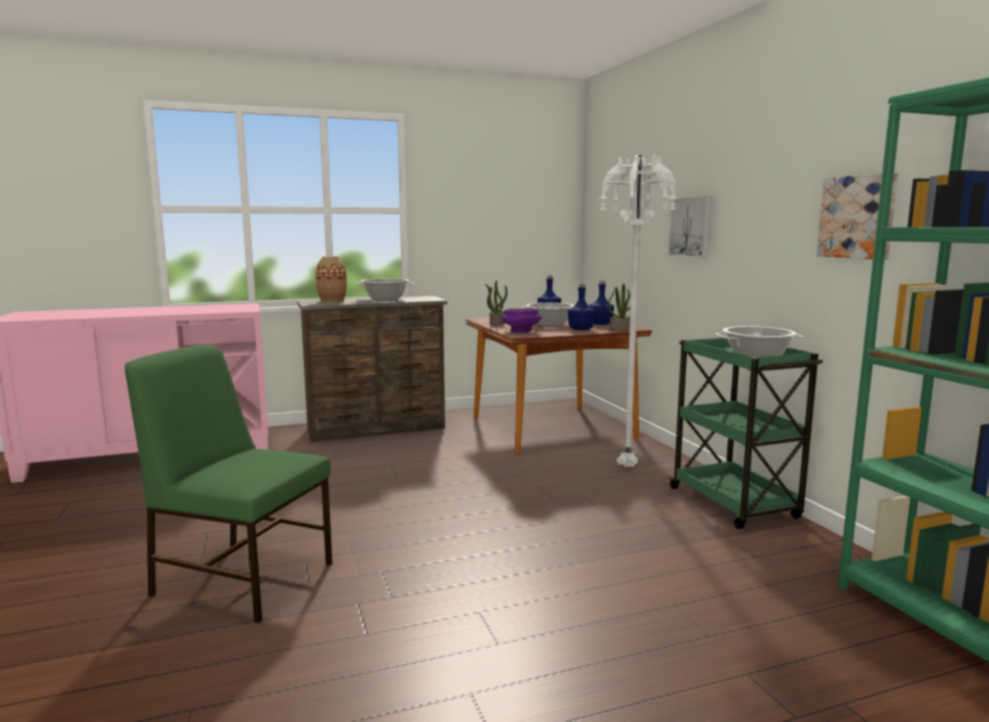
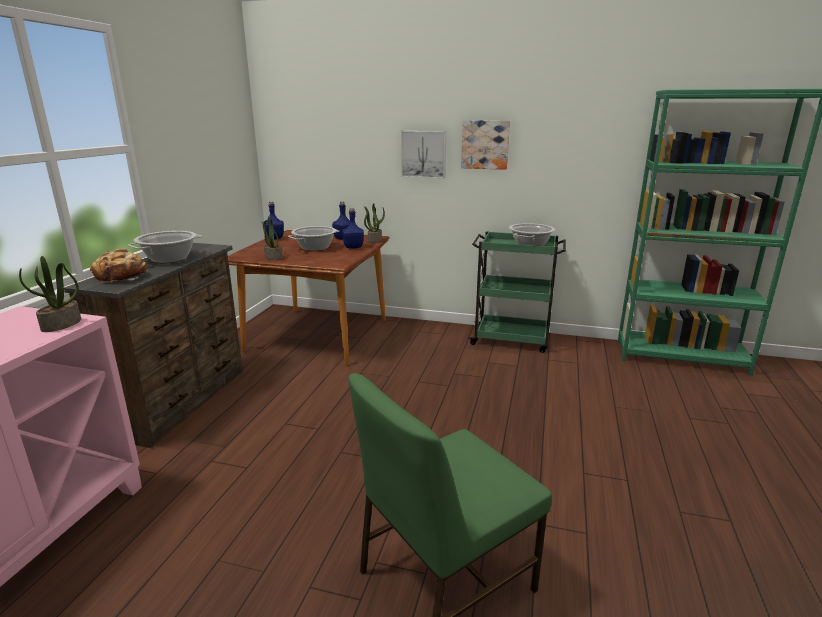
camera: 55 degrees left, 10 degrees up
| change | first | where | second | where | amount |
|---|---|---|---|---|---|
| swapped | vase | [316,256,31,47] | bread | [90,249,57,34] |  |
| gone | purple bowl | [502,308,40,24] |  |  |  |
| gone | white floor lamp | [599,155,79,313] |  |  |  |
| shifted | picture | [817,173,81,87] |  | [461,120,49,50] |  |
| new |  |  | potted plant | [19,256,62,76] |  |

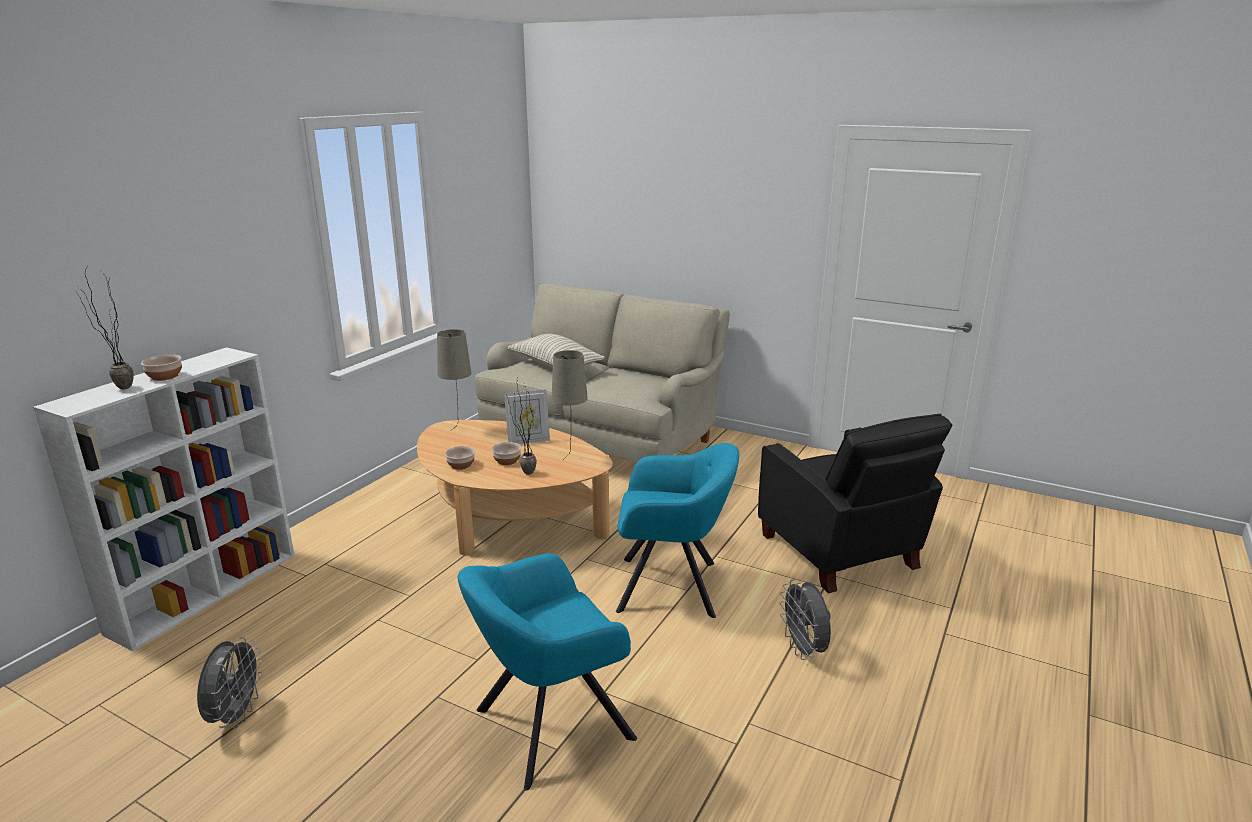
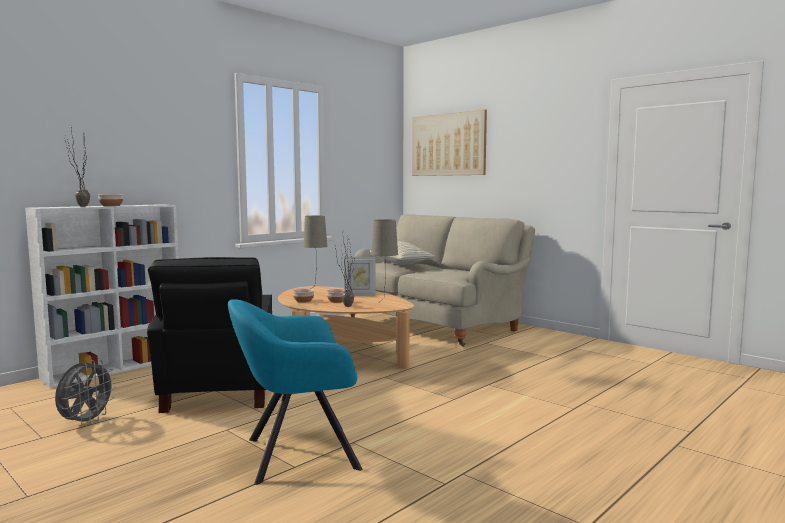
camera: 15 degrees right, 15 degrees down
| change | first | where | second | where | amount |
|---|---|---|---|---|---|
| gone | turquoise armchair | [616,443,123,175] |  |  |  |
| shifted | black armchair | [758,414,194,180] |  | [147,257,125,156] |  |
| gone | grey fan | [780,579,51,81] |  |  |  |
| new |  |  | picture | [412,110,75,66] |  |

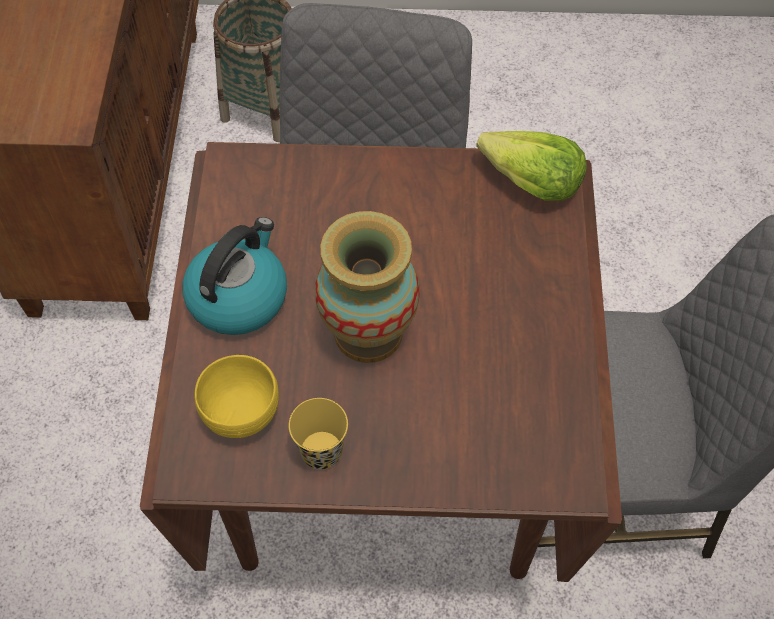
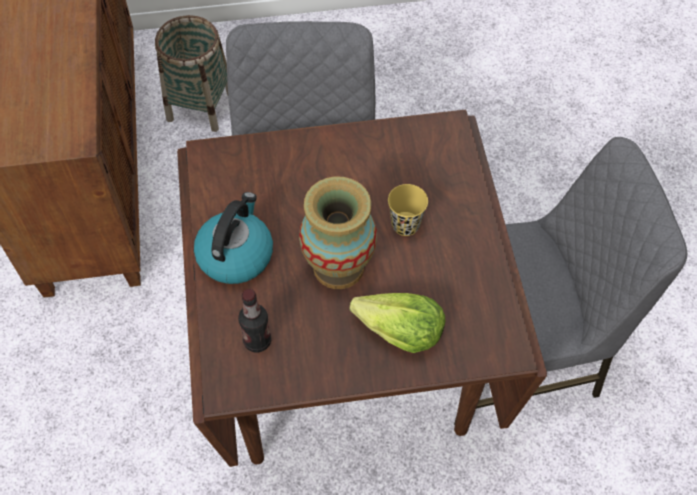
camera: 10 degrees left, 0 degrees up
| change | first | where | second | where | amount |
|---|---|---|---|---|---|
| swapped | yellow bowl | [194,355,85,83] | bottle | [238,289,33,64] |  |
| shifted | yellow cup | [289,398,59,72] |  | [388,184,40,52] |  |
| shifted | lettuce | [476,131,111,70] |  | [349,293,96,60] |  |

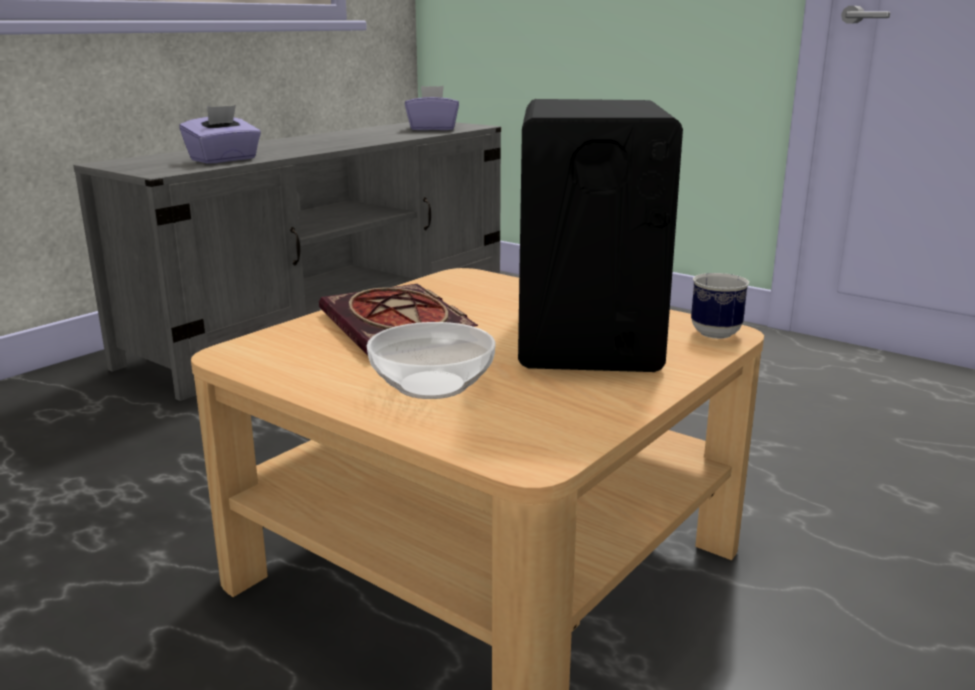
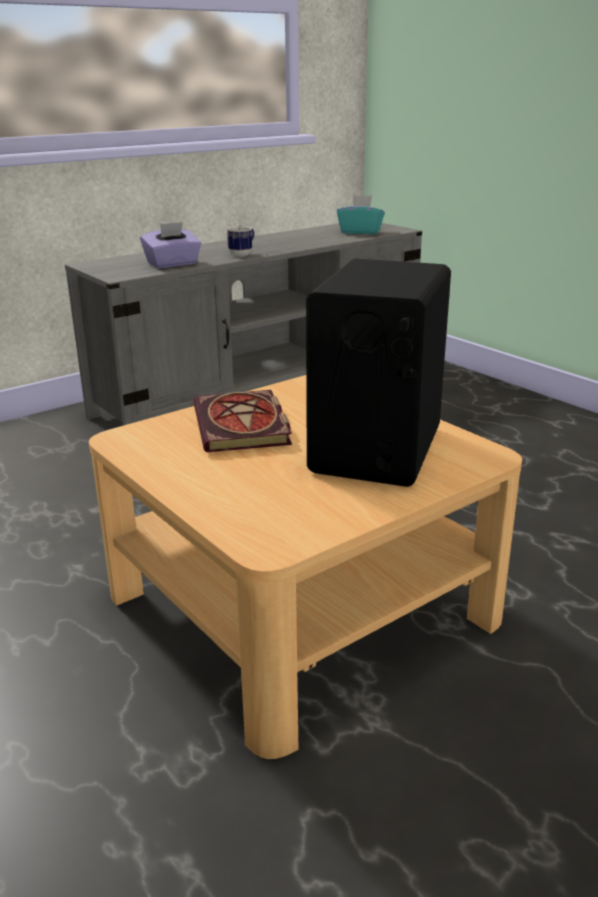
camera: 15 degrees right, 5 degrees up
| change | first | where | second | where | amount |
|---|---|---|---|---|---|
| gone | bowl | [367,322,128,77] |  |  |  |
| repainted | purple tissue box | [405,86,54,44] | turquoise tissue box | [337,195,48,39] |  |
| shifted | mug | [691,273,58,66] |  | [226,226,28,31] |  |

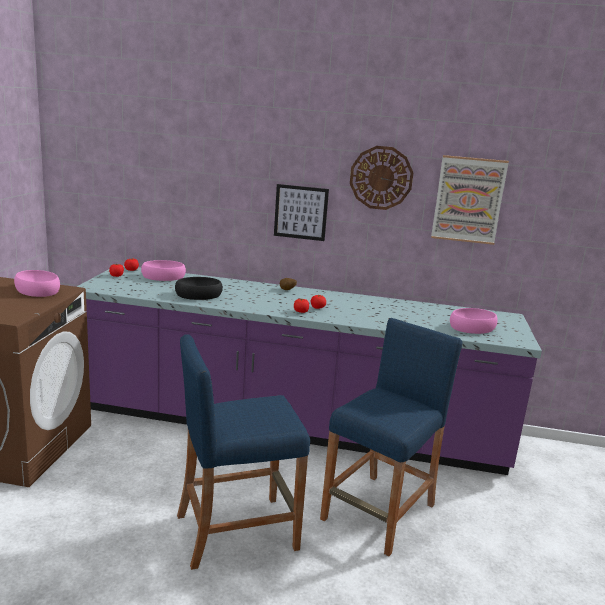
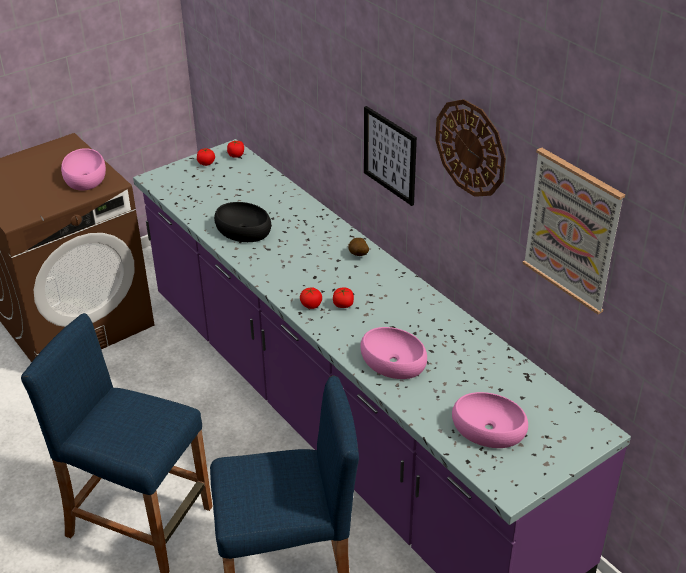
camera: 45 degrees right, 20 degrees up
| change | first | where | second | where | amount |
|---|---|---|---|---|---|
| shifted | pink bowl | [141,260,45,21] |  | [360,327,67,52] |  |

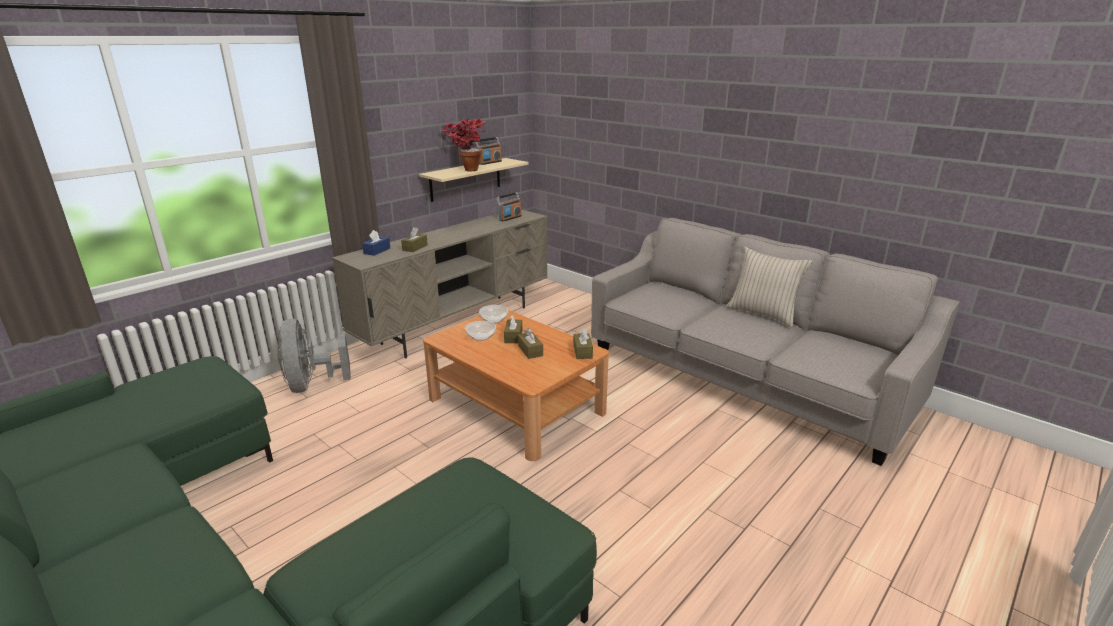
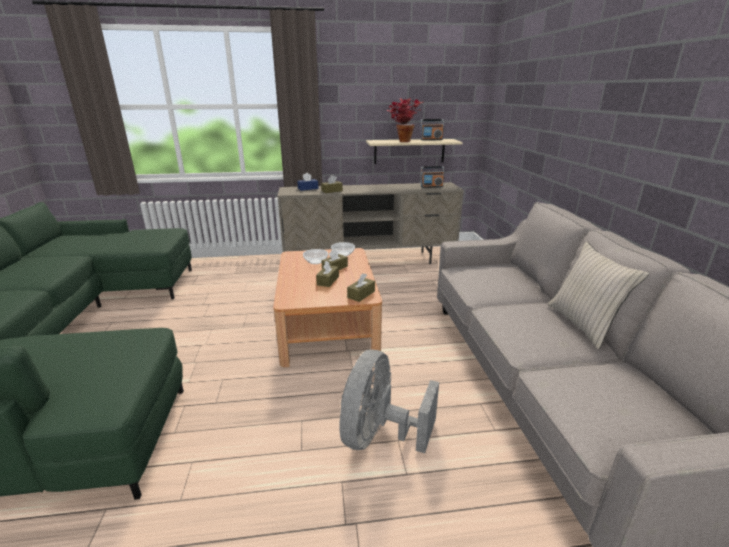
camera: 40 degrees right, 0 degrees up
| change | first | where | second | where | amount |
|---|---|---|---|---|---|
| shifted | grey fan | [277,319,74,74] |  | [339,350,100,103] |  |

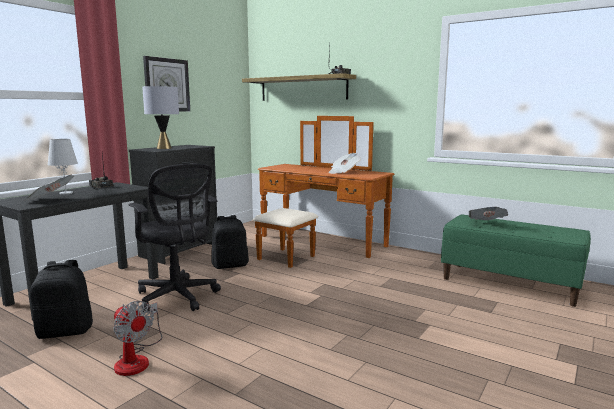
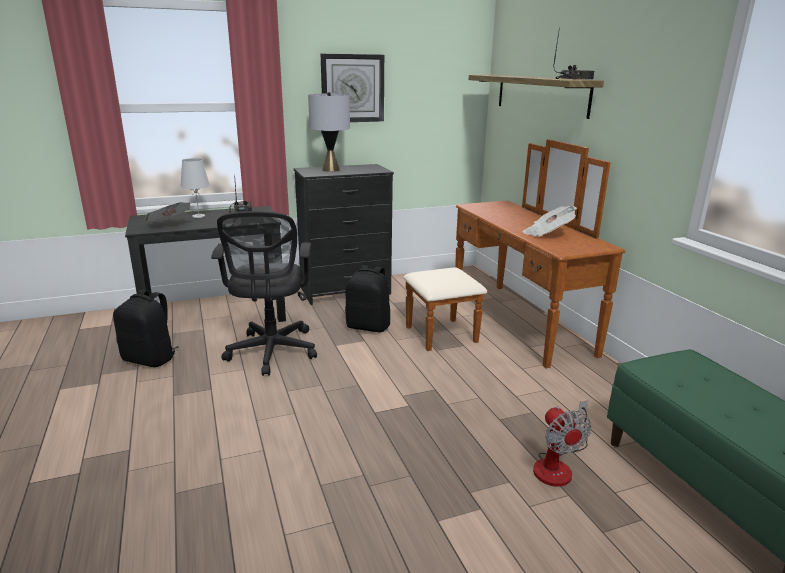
camera: 35 degrees right, 10 degrees up
| change | first | where | second | where | amount |
|---|---|---|---|---|---|
| shifted | fan | [113,301,49,75] |  | [533,400,58,87] |  |
| gone | newspaper | [469,207,39,13] |  |  |  |

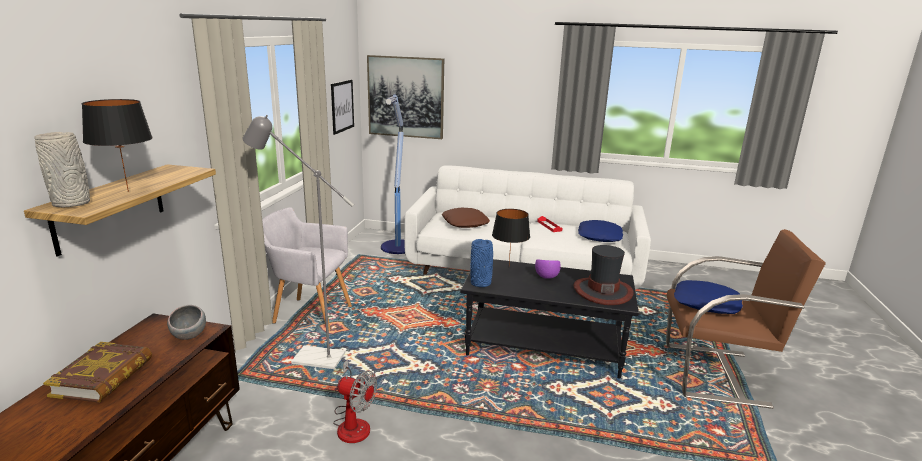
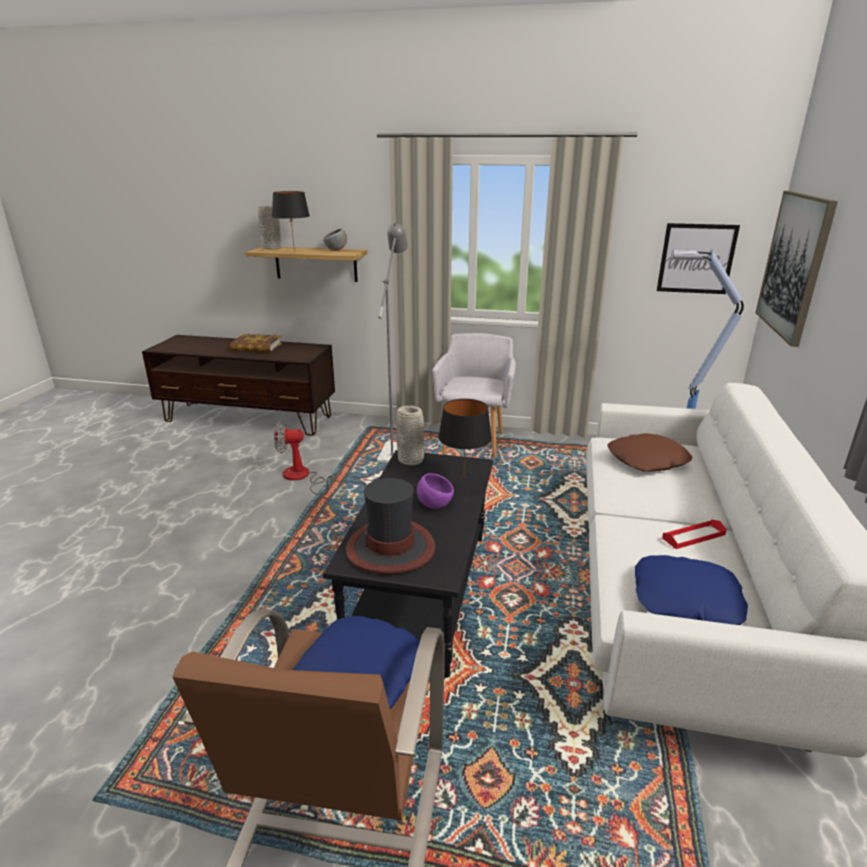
camera: 90 degrees right, 5 degrees up
| change | first | where | second | where | amount |
|---|---|---|---|---|---|
| shifted | grey bowl | [167,305,39,35] |  | [323,229,24,22] |  |
| rotated | fan | [333,359,44,84] |  | [274,421,59,74] | 60 degrees clockwise |
| repainted | blue vase | [470,239,23,48] | grey vase | [396,406,29,60] |  |

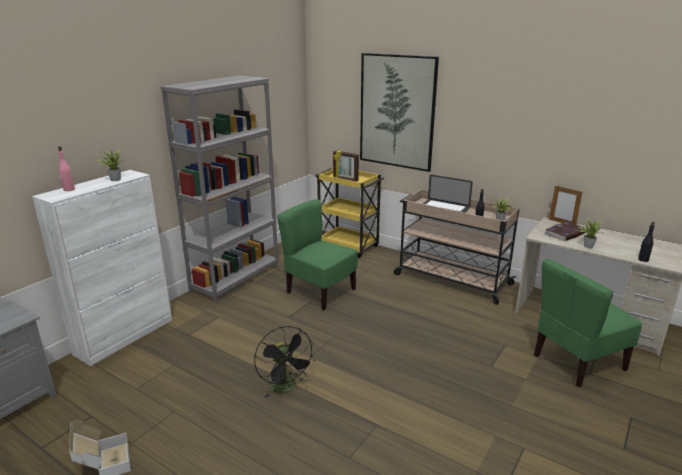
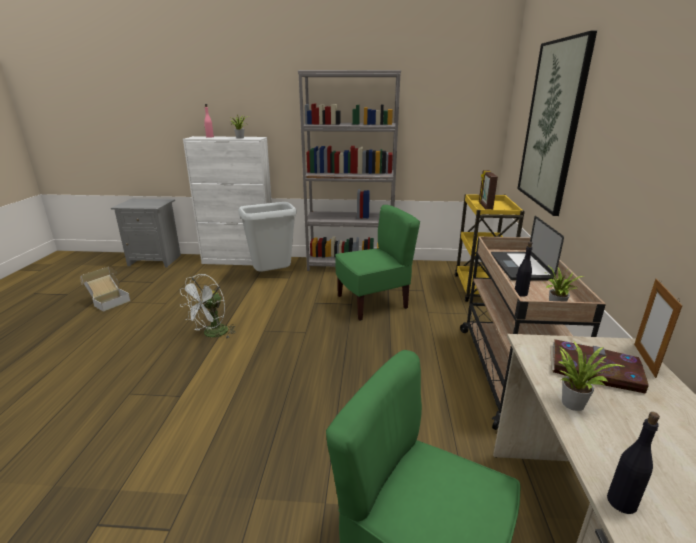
camera: 60 degrees right, 0 degrees up
| change | first | where | second | where | amount |
|---|---|---|---|---|---|
| repainted | black fan | [254,326,61,72] | white fan | [180,274,56,64] |  |
| rotated | green chair | [277,199,81,111] |  | [335,205,85,116] | 60 degrees clockwise |
| new |  |  | grey trash can | [238,202,59,70] |  |

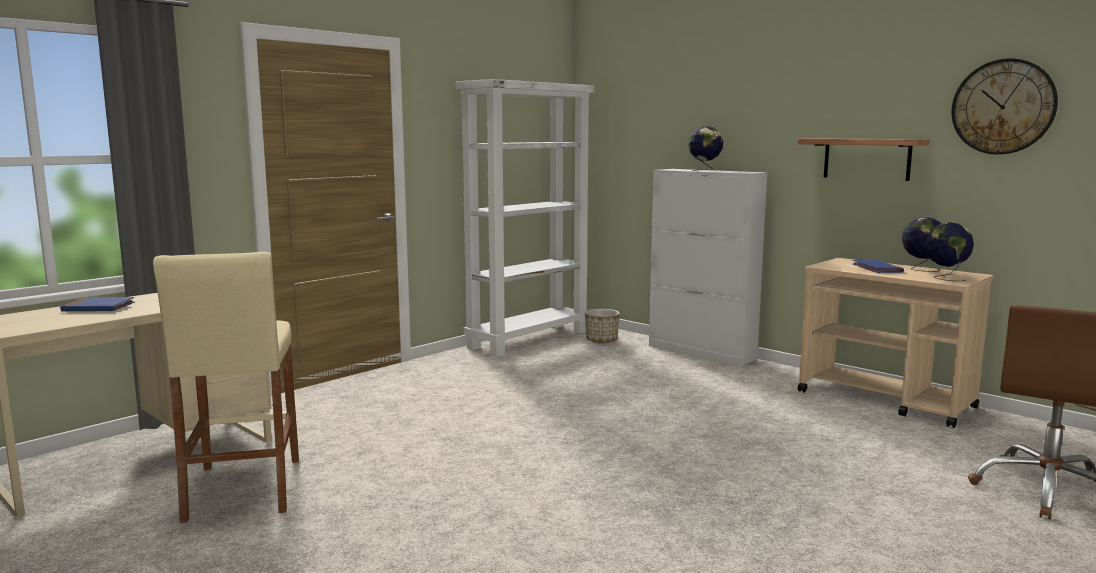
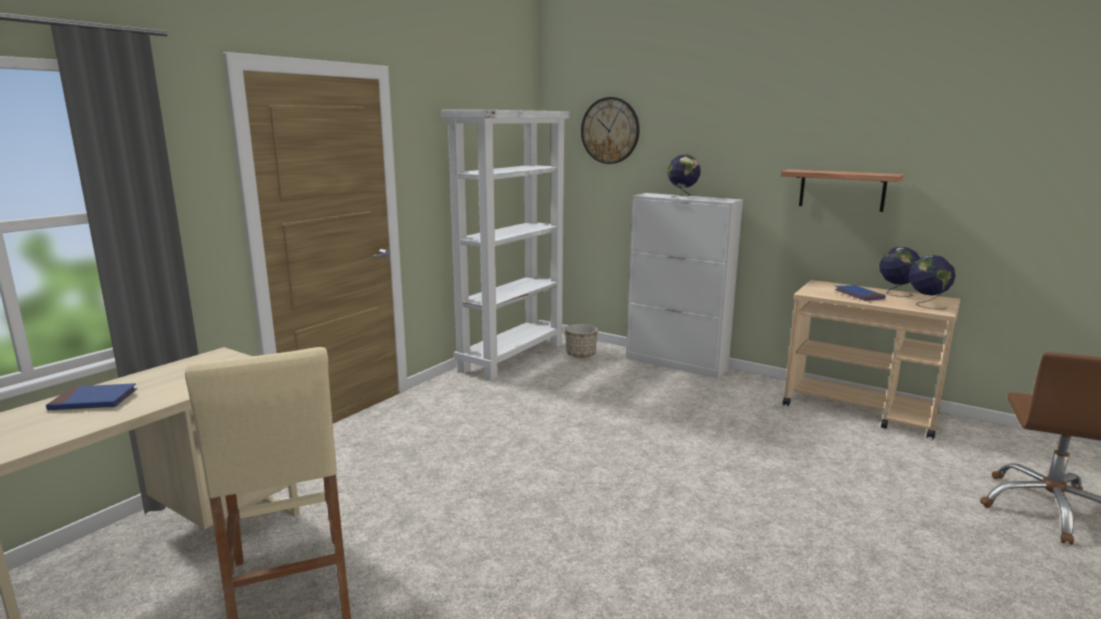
camera: 10 degrees left, 5 degrees up
| change | first | where | second | where | amount |
|---|---|---|---|---|---|
| shifted | wall clock | [951,58,107,97] |  | [581,97,59,67] |  |

